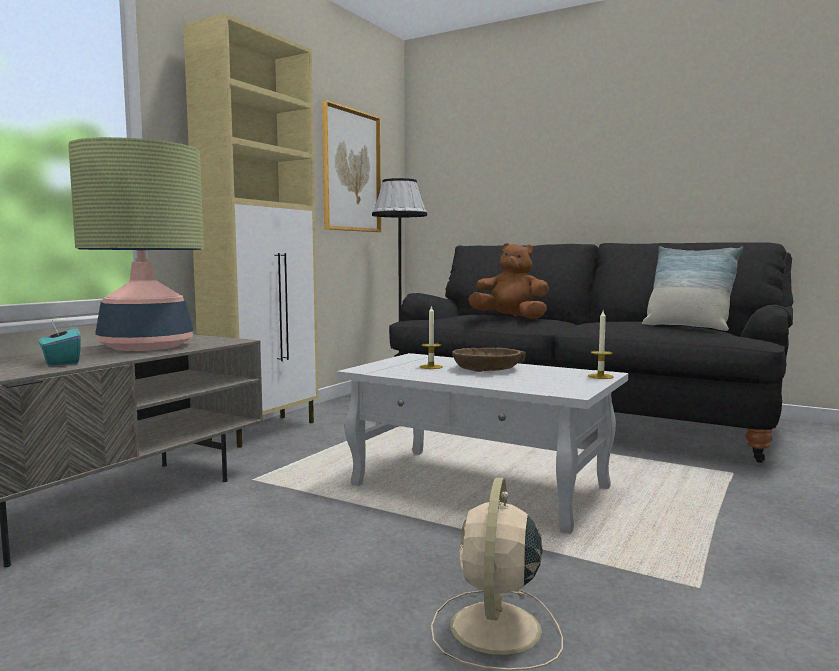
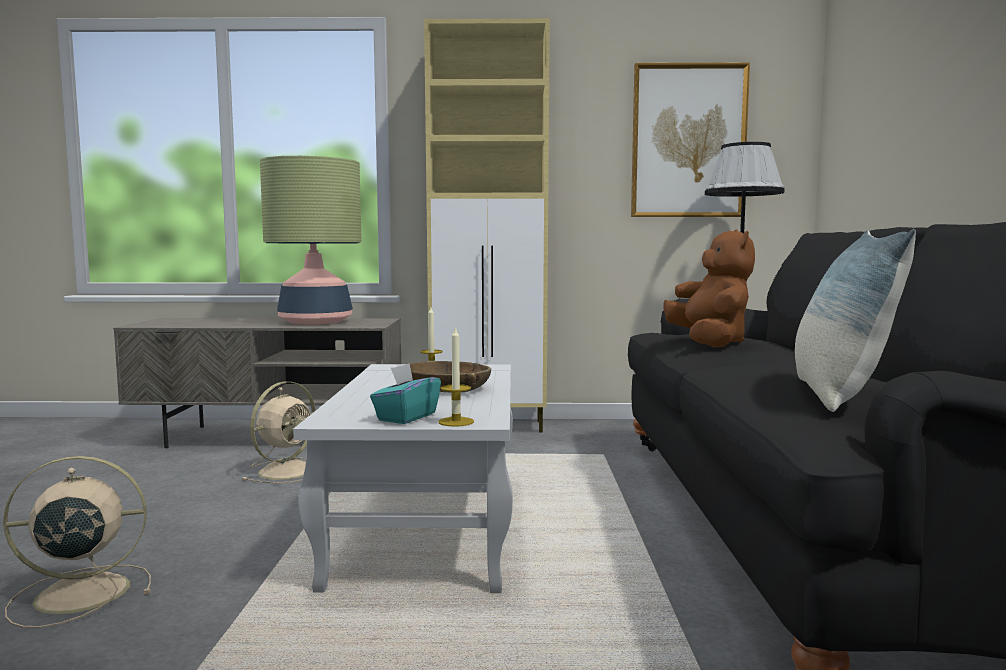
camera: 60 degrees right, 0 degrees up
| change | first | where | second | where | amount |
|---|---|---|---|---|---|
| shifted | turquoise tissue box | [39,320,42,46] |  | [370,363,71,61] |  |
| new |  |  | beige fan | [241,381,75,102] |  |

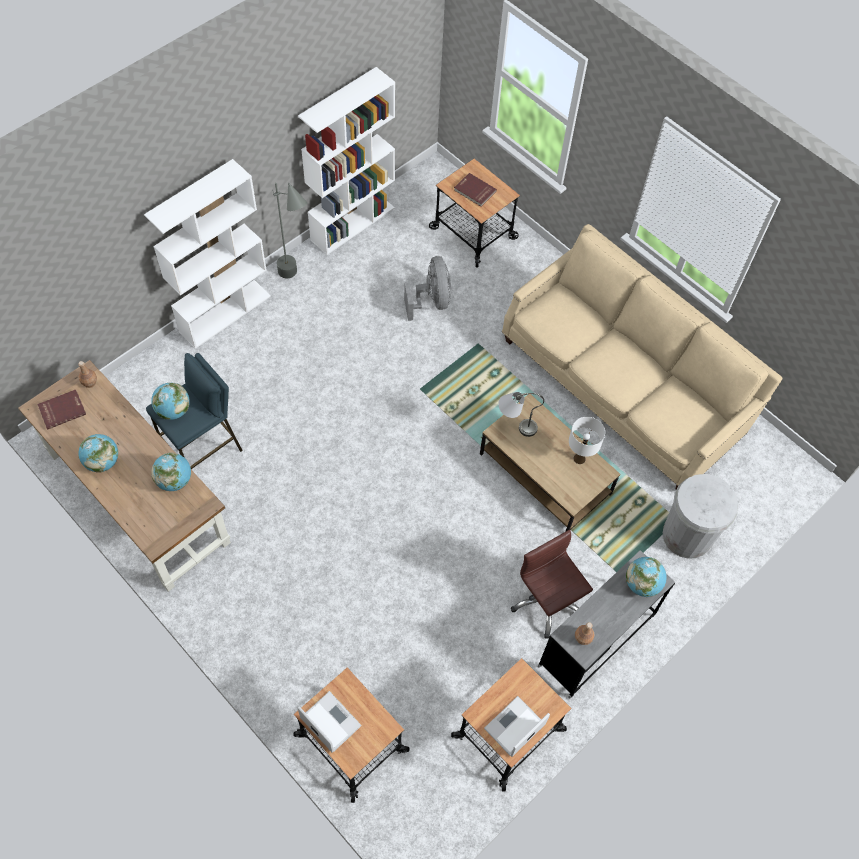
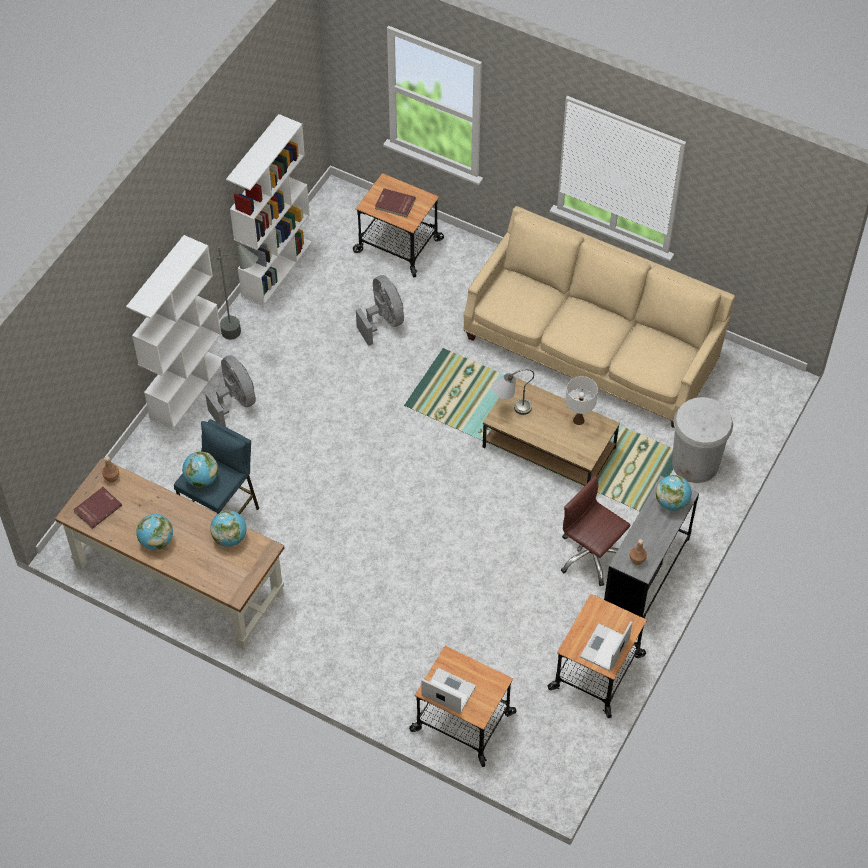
camera: 15 degrees left, 5 degrees down
| change | first | where | second | where | amount |
|---|---|---|---|---|---|
| new |  |  | grey fan | [205,355,51,72] |  |

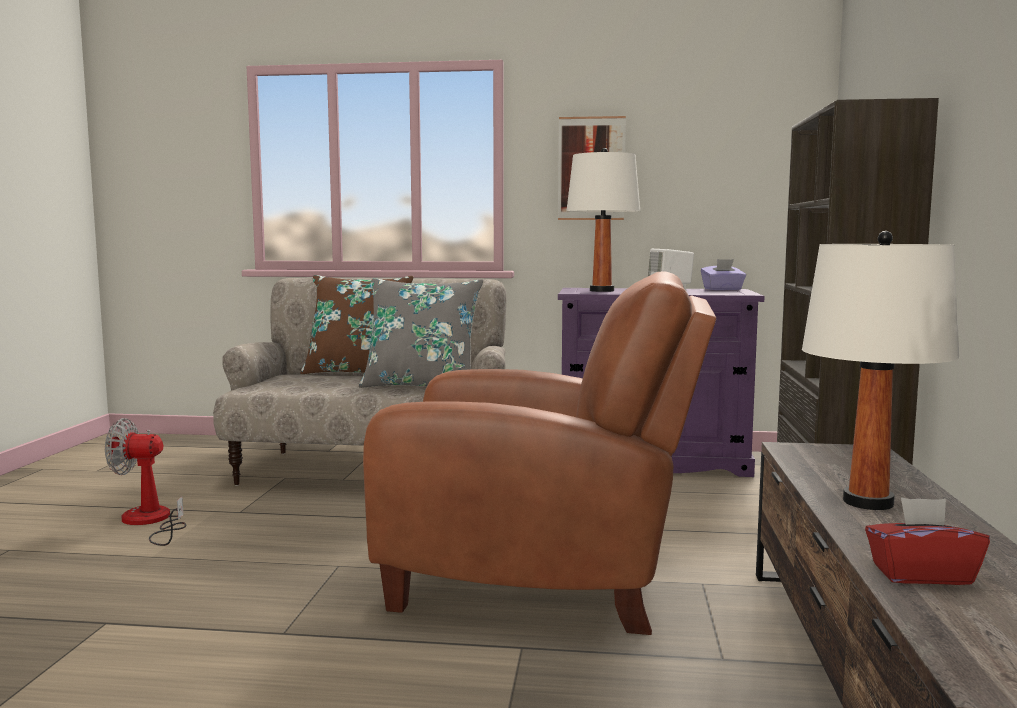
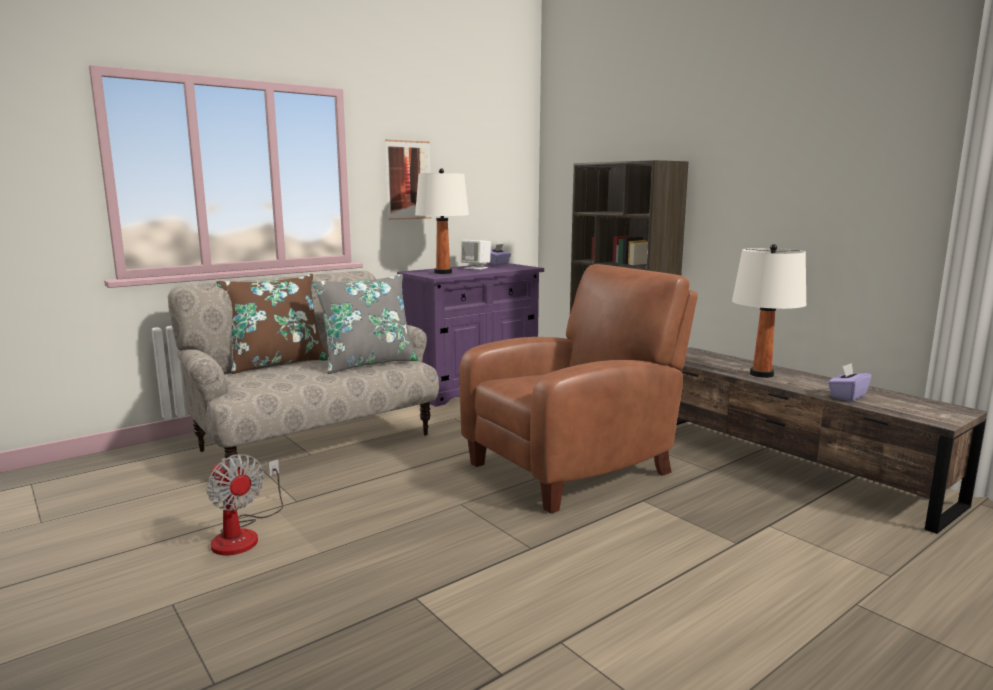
camera: 45 degrees left, 5 degrees up
| change | first | where | second | where | amount |
|---|---|---|---|---|---|
| rotated | fan | [105,418,82,128] |  | [206,454,77,101] | 90 degrees counterclockwise |
| repainted | red tissue box | [865,497,125,88] | purple tissue box | [828,363,44,39] |  |

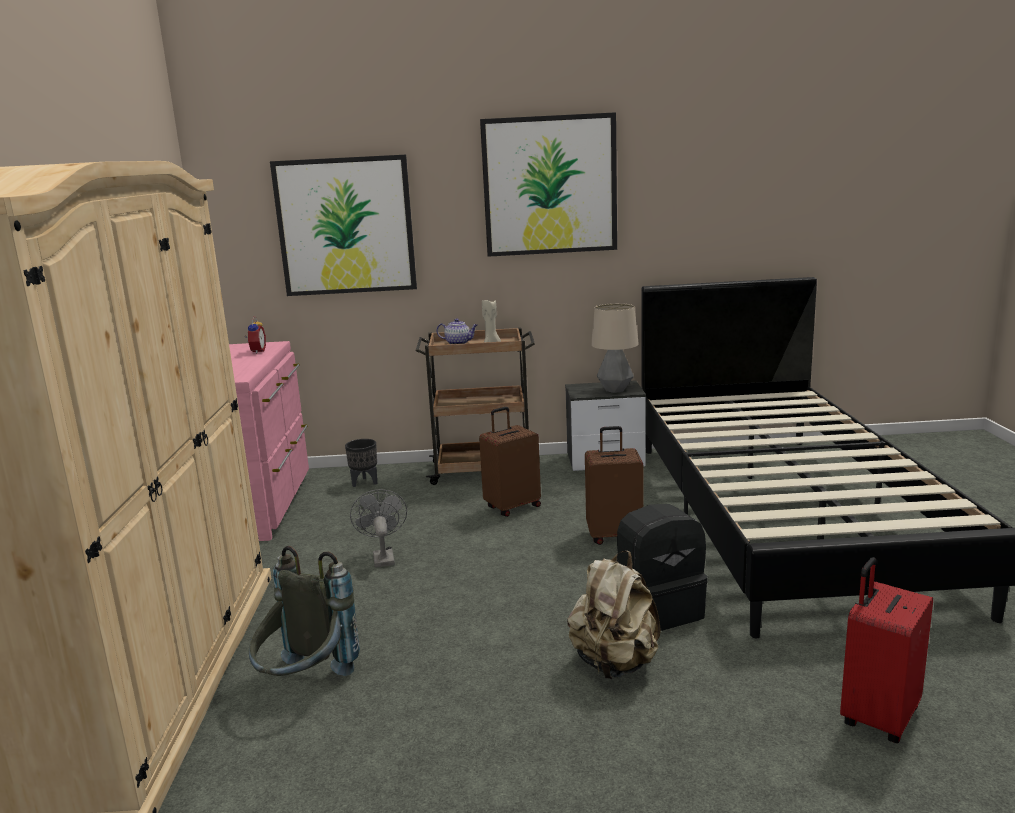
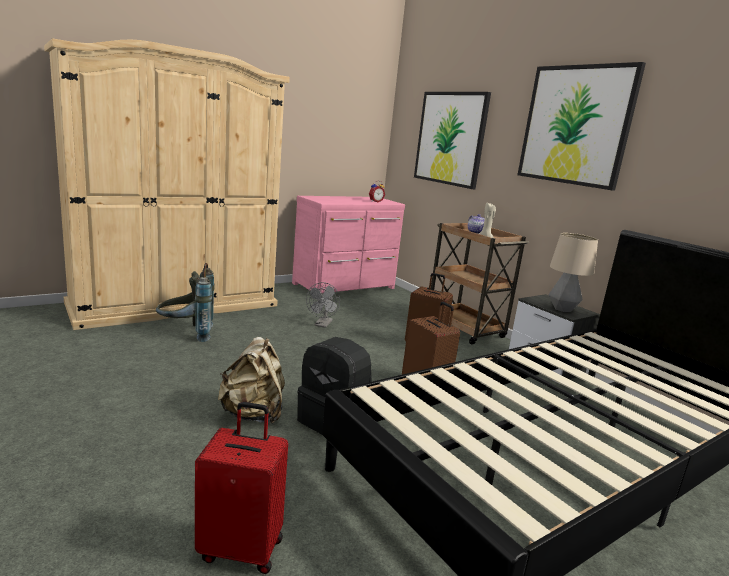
camera: 55 degrees right, 0 degrees up
| change | first | where | second | where | amount |
|---|---|---|---|---|---|
| gone | black planter | [345,439,32,48] |  |  |  |
| rotated | grey fan | [350,489,57,79] |  | [306,282,34,46] | 150 degrees clockwise |

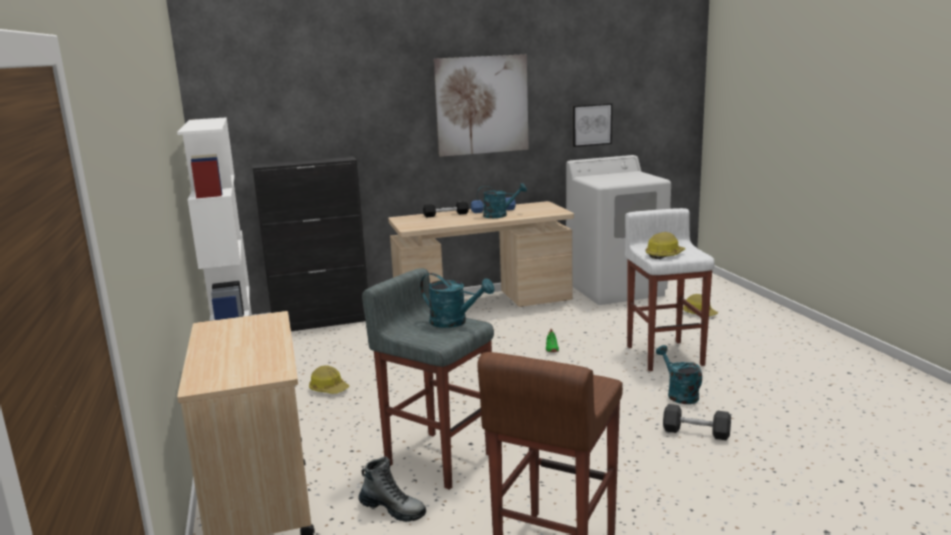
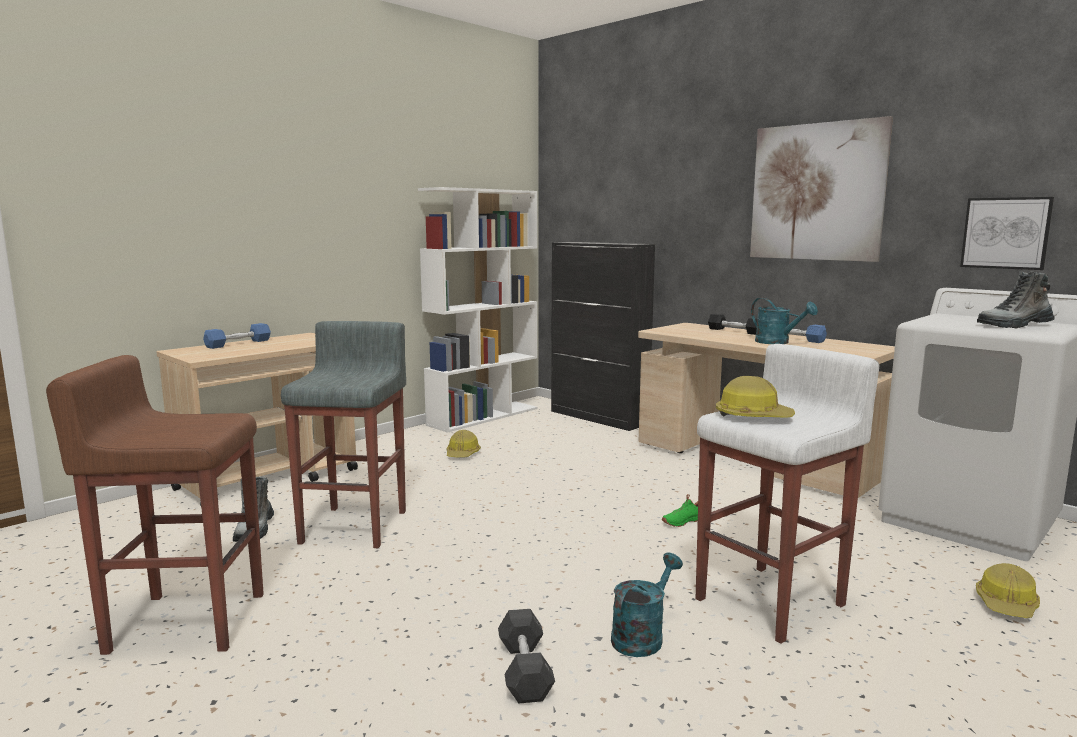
camera: 60 degrees right, 5 degrees down
| change | first | where | second | where | amount |
|---|---|---|---|---|---|
| gone | turquoise watering can | [420,273,75,55] |  |  |  |
| new |  |  | blue dumbbell | [203,323,68,26] |  |
| new |  |  | boot | [977,271,78,58] |  |

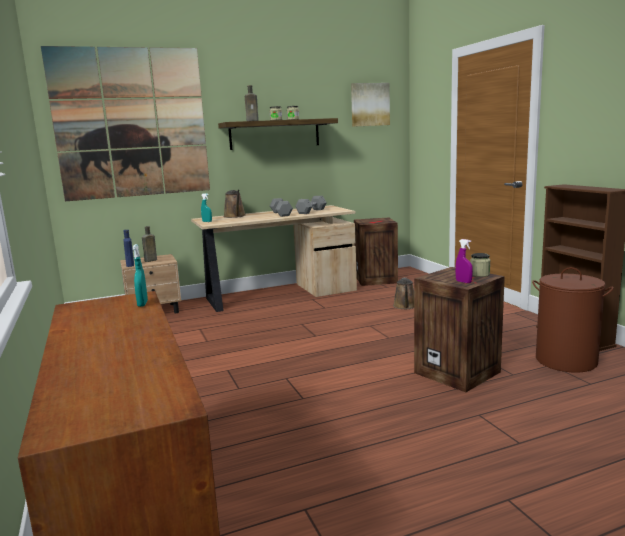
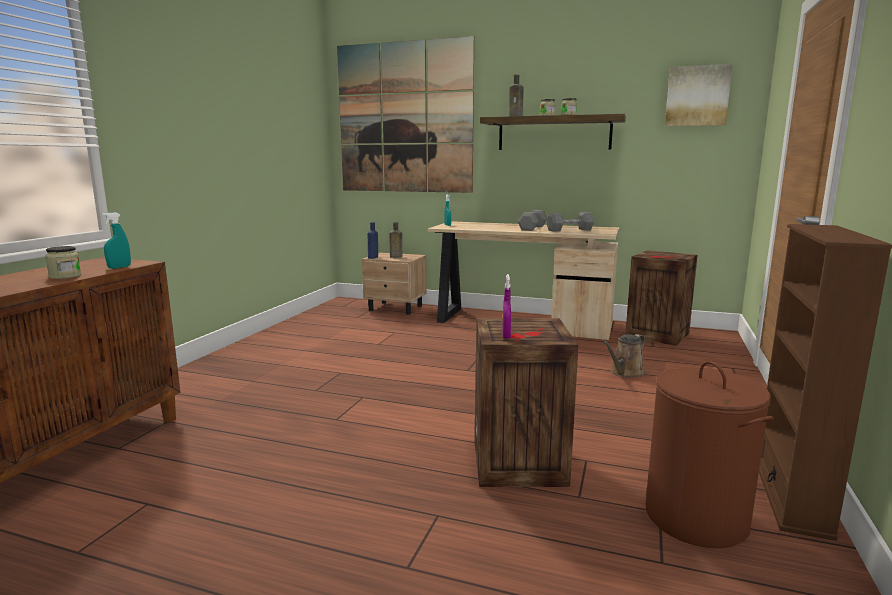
camera: 40 degrees right, 0 degrees up
| change | first | where | second | where | amount |
|---|---|---|---|---|---|
| gone | brown watering can | [223,190,23,28] |  |  |  |
| shifted | jar | [470,253,20,24] |  | [45,246,36,33] |  |

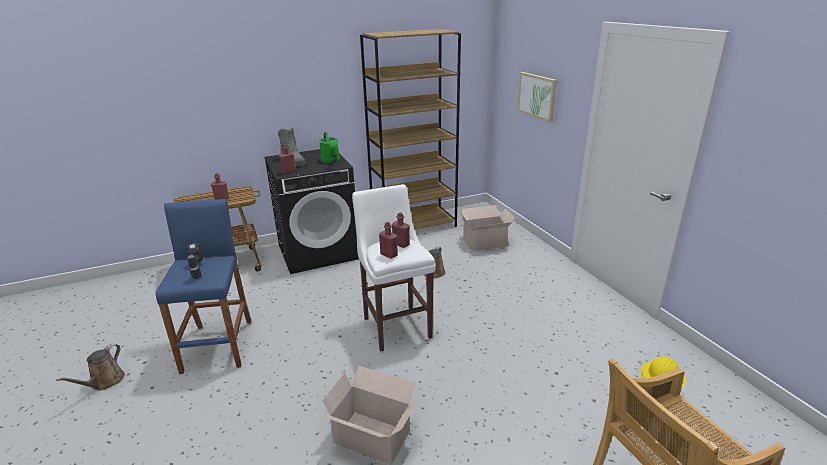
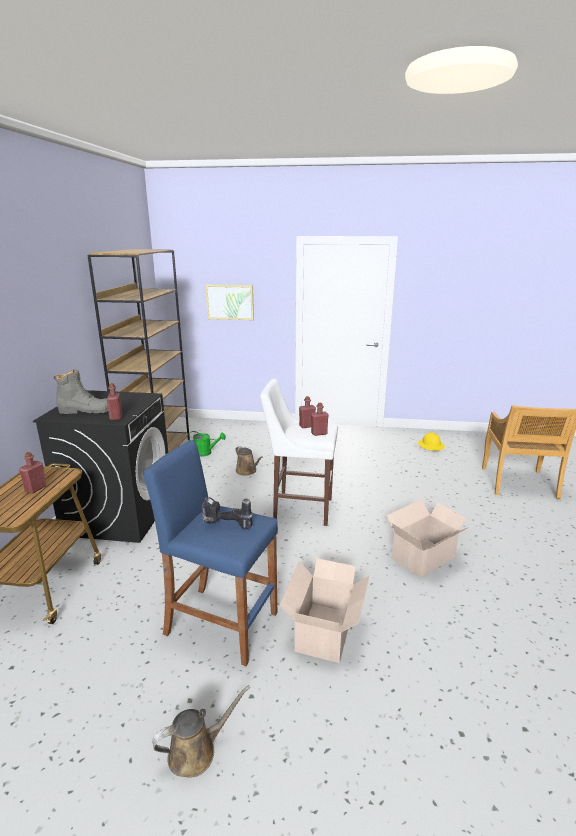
camera: 60 degrees left, 5 degrees down
| change | first | where | second | where | amount |
|---|---|---|---|---|---|
| rotated | brown watering can | [56,344,69,46] |  | [152,685,98,93] | 75 degrees counterclockwise |
| shifted | green watering can | [319,132,21,31] |  | [188,431,38,26] |  |
| shifted | cardboard box | [460,205,55,46] |  | [280,558,90,105] |  |

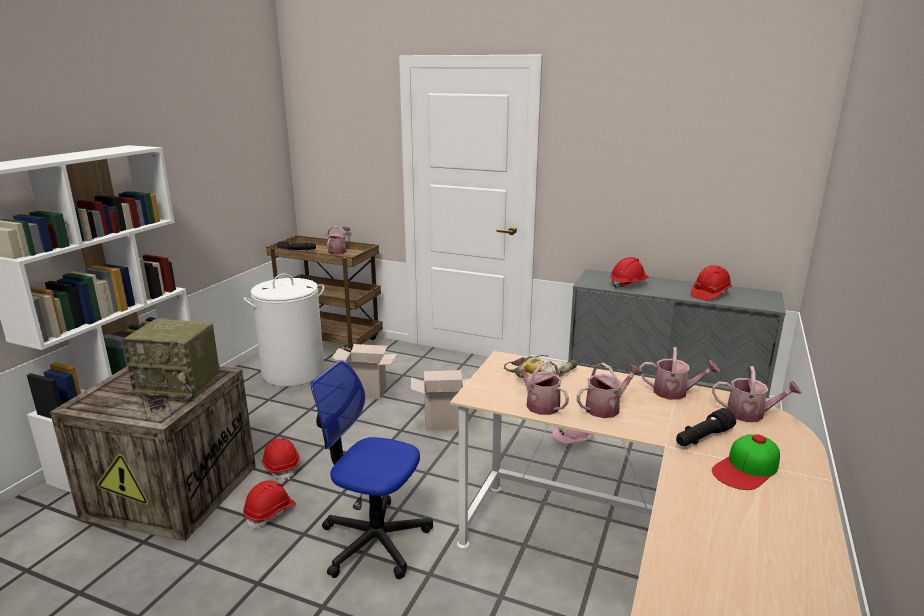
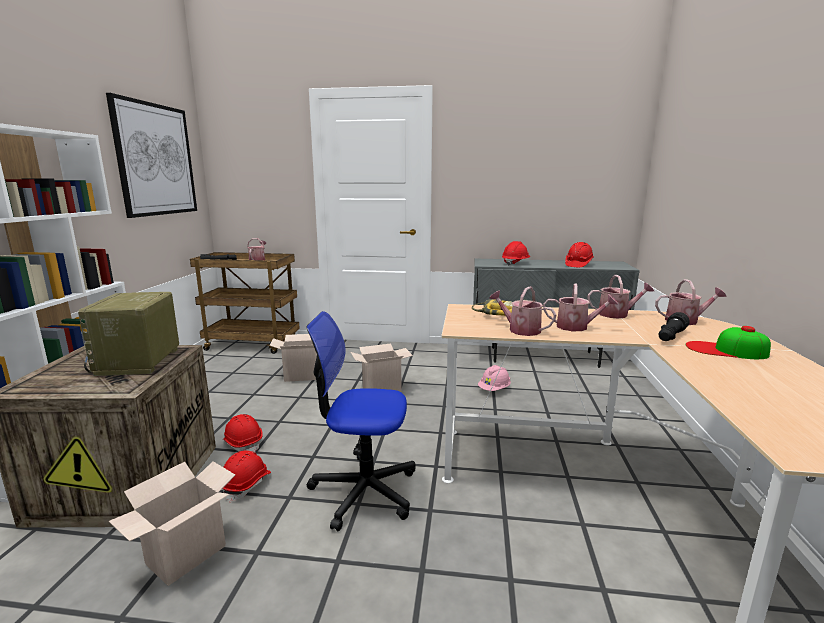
camera: 15 degrees left, 5 degrees down
| change | first | where | second | where | amount |
|---|---|---|---|---|---|
| rotated | radio | [122,319,98,82] |  | [78,292,101,84] | 90 degrees clockwise |
| gone | white laundry basket | [243,273,82,113] |  |  |  |
| rotated | watering can | [577,363,65,55] |  | [543,283,75,48] | 60 degrees clockwise |
| rotated | cap | [712,434,68,56] |  | [686,326,85,33] | 75 degrees clockwise |
| new |  |  | picture | [106,93,91,125] |  |
| new |  |  | cardboard box | [109,461,126,125] |  |

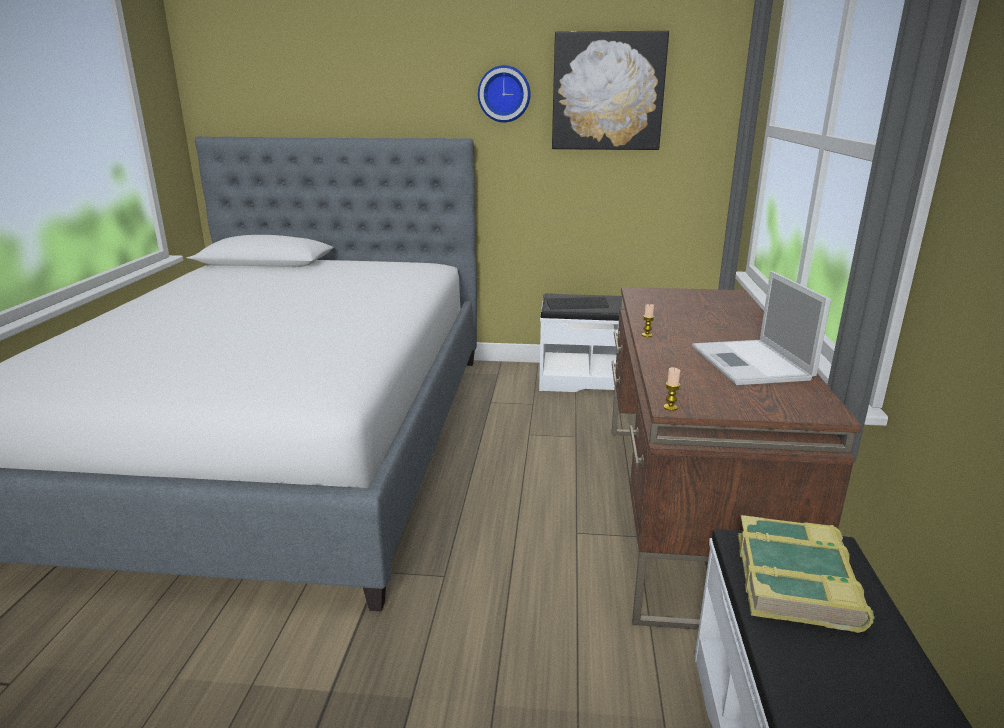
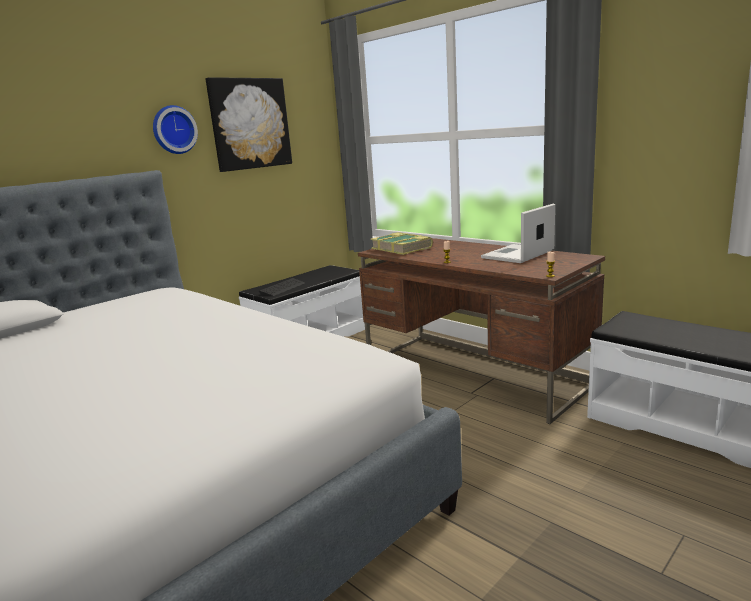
camera: 50 degrees left, 5 degrees down
| change | first | where | second | where | amount |
|---|---|---|---|---|---|
| rotated | laptop | [692,271,139,114] |  | [481,204,74,59] | 105 degrees clockwise |
| shifted | book | [738,515,137,118] |  | [371,232,62,23] |  |

